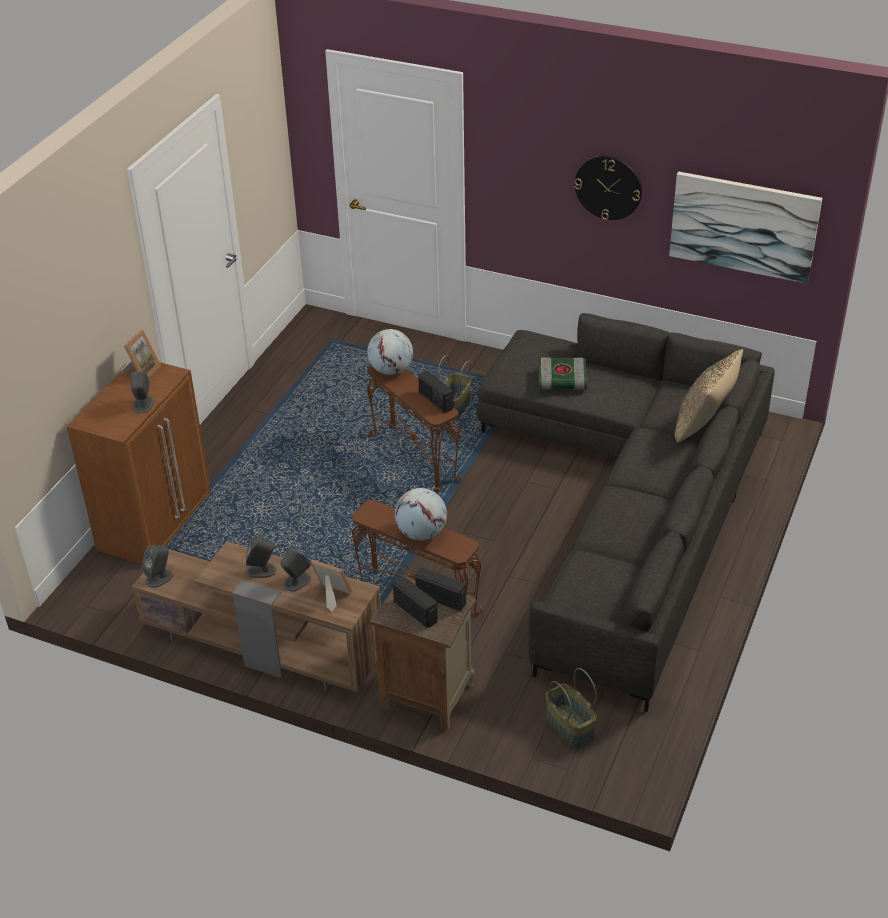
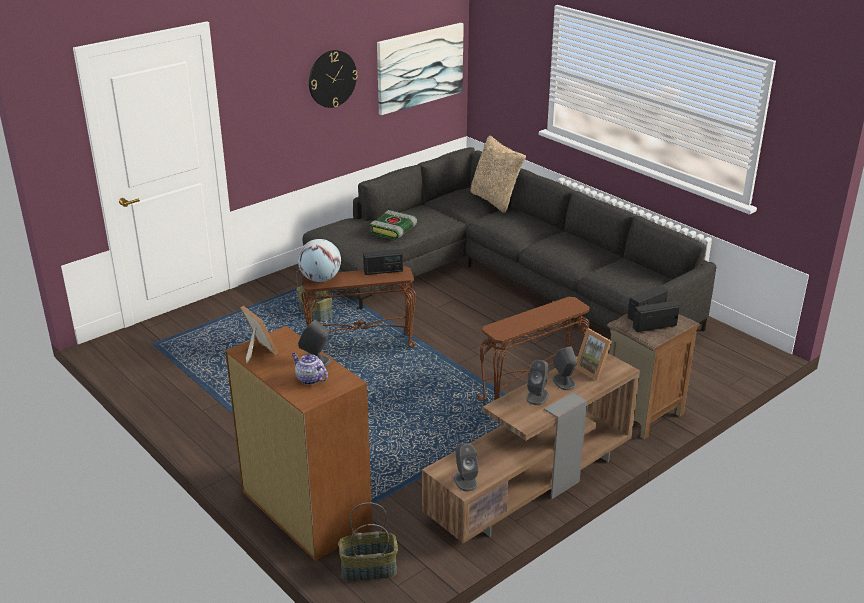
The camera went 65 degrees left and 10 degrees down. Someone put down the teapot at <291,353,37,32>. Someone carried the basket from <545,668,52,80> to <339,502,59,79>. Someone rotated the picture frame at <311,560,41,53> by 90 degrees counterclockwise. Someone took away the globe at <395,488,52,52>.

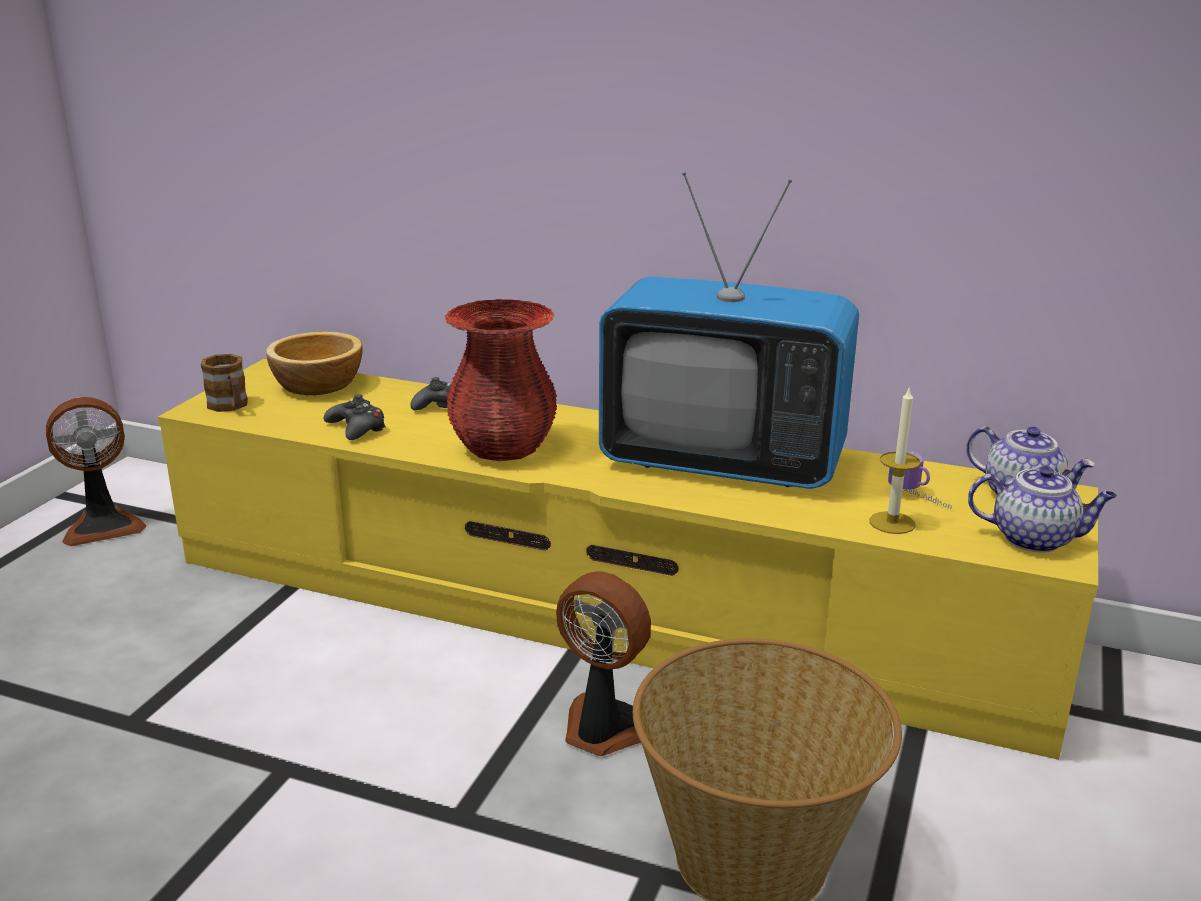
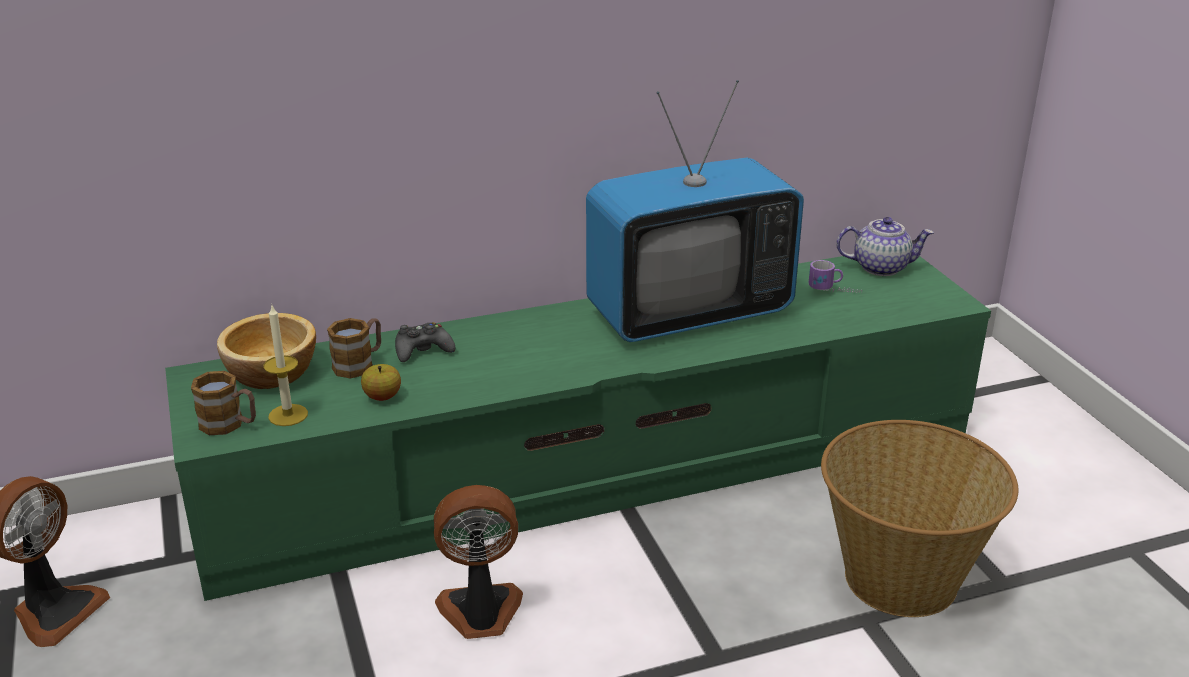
The camera went 40 degrees left and 5 degrees up. Someone repainted the tv stand (yellow) at <158,359,940,401>, which became the tv stand (green) at <165,256,826,345>. Someone carried the candle from <869,386,51,148> to <263,306,45,120>. Someone put down the mug at <327,318,54,61>. Someone swapped the game controller (black) at <324,394,62,46> for the apple at <361,364,40,37>. Someone carried the fan from <556,571,95,185> to <434,485,89,154>. Someone took away the vase (red) at <444,299,113,162>. Someone took away the teapot at <968,466,149,87>.

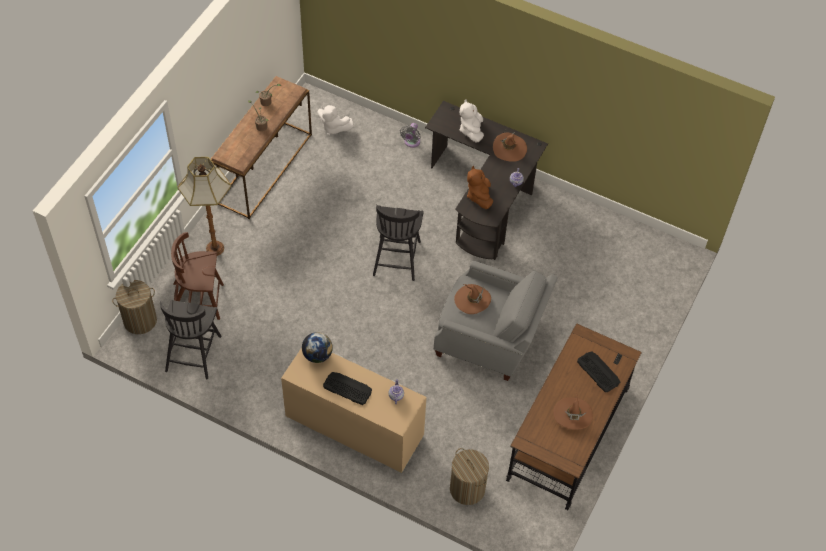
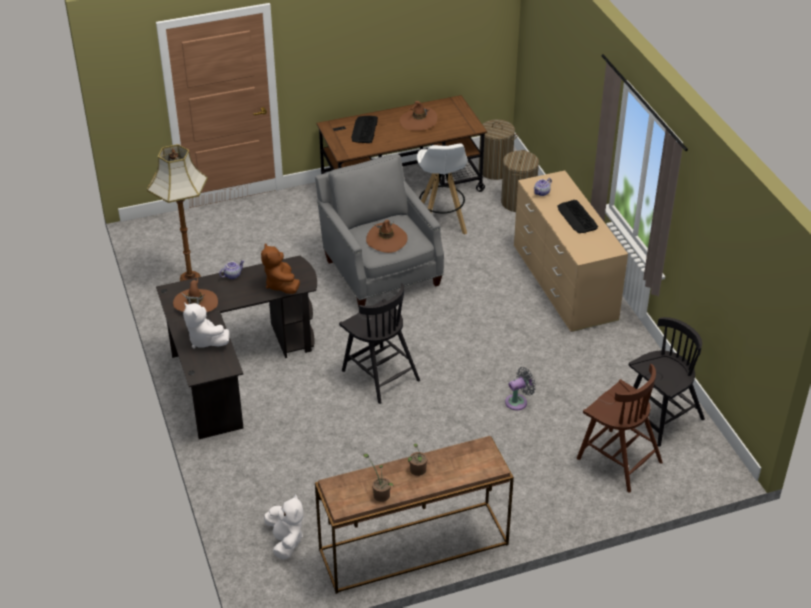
The camera went 135 degrees left and 15 degrees down. Someone carried the floor lamp from <178,157,53,99> to <147,144,61,137>. Someone rotated the plush toy (white) at <460,99,24,44> by 90 degrees clockwise. Someone rotated the plush toy (brown) at <467,166,26,43> by 120 degrees clockwise. Someone rotated the chair (black) at <373,205,51,76> by 90 degrees clockwise. Someone put down the stool (white) at <417,144,51,91>. Someone carried the laundry basket from <112,280,45,54> to <479,120,39,60>. Someone carried the fan (grey) from <400,123,21,25> to <505,367,31,43>. Someone took away the globe at <302,332,31,31>.

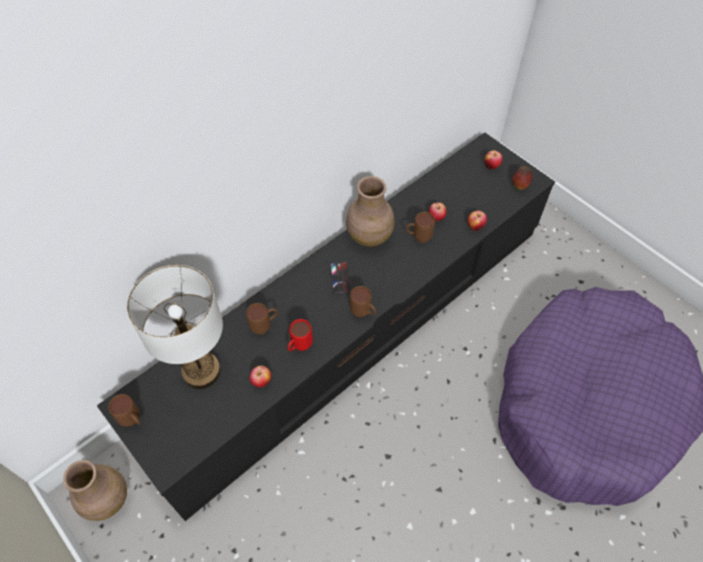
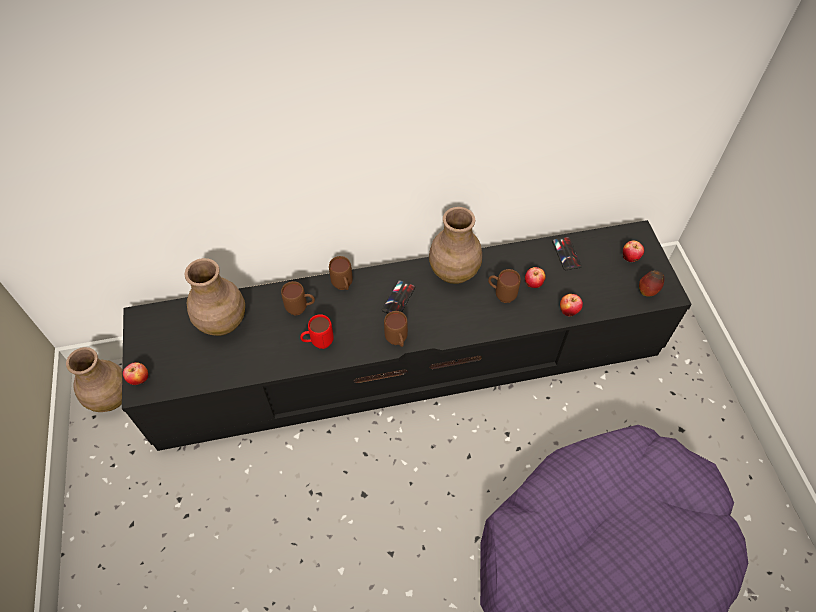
The camera went 30 degrees right and 0 degrees up. Someone carried the apple from <249,366,23,21> to <123,362,25,23>. Someone swapped the table lamp at <127,265,96,124> for the vase (brown) at <185,258,60,78>. Someone carried the mug (brown) from <108,394,33,33> to <329,256,24,34>. Someone put down the phone at <552,237,30,33>.

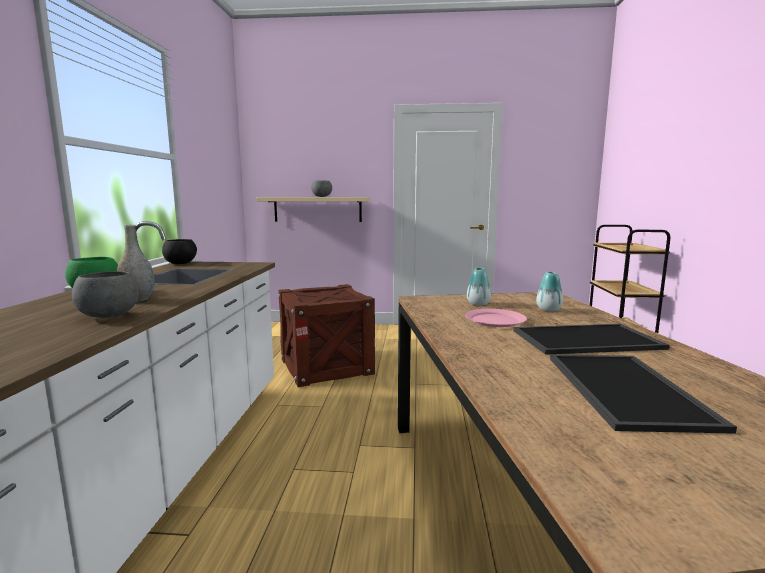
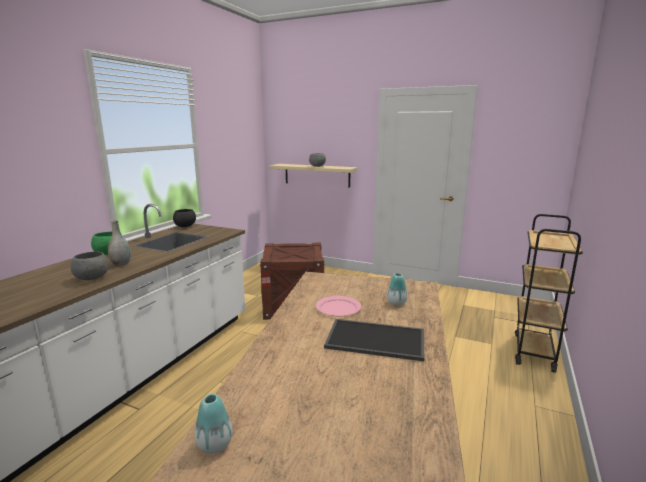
The camera went 20 degrees right and 5 degrees up. Someone carried the vase from <467,268,24,38> to <195,393,38,61>. Someone took away the tray at <550,355,187,79>.

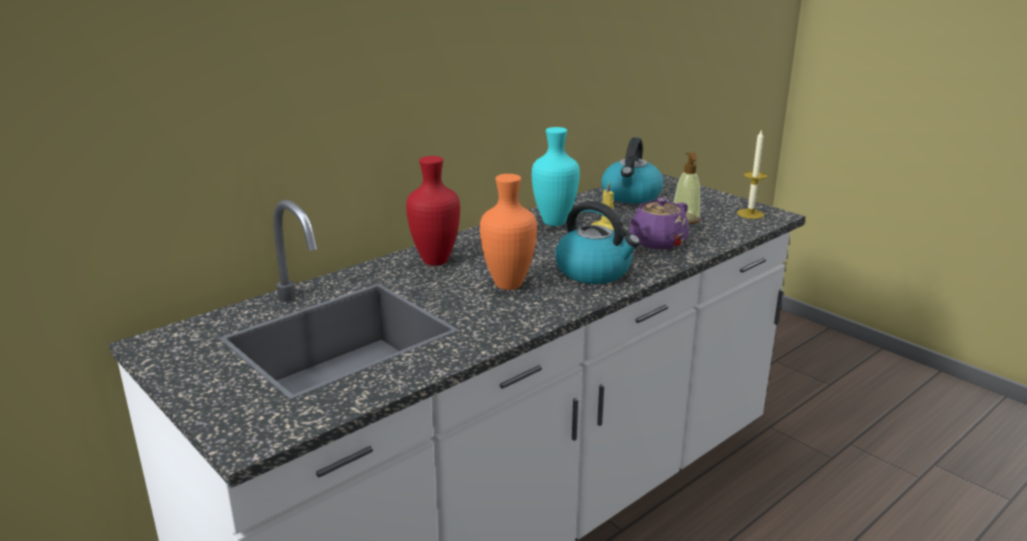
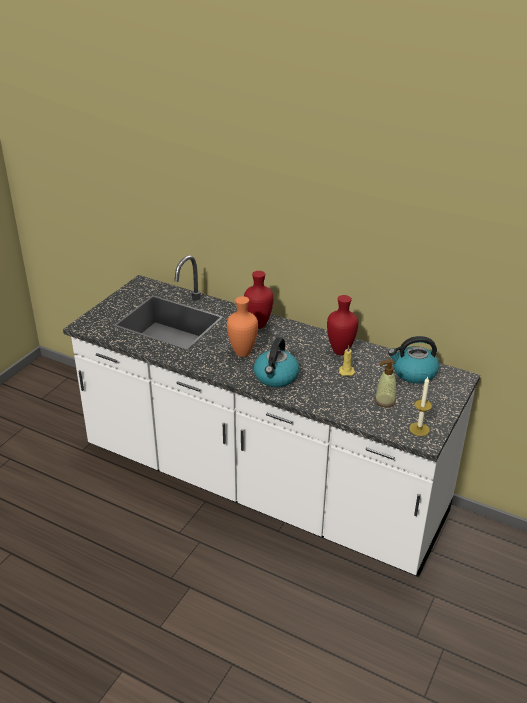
The camera went 70 degrees right and 10 degrees up. Someone repainted the vase (turquoise) at <532,127,48,99>, which became the vase (red) at <327,295,31,60>. Someone took away the teapot (purple) at <629,198,60,51>.

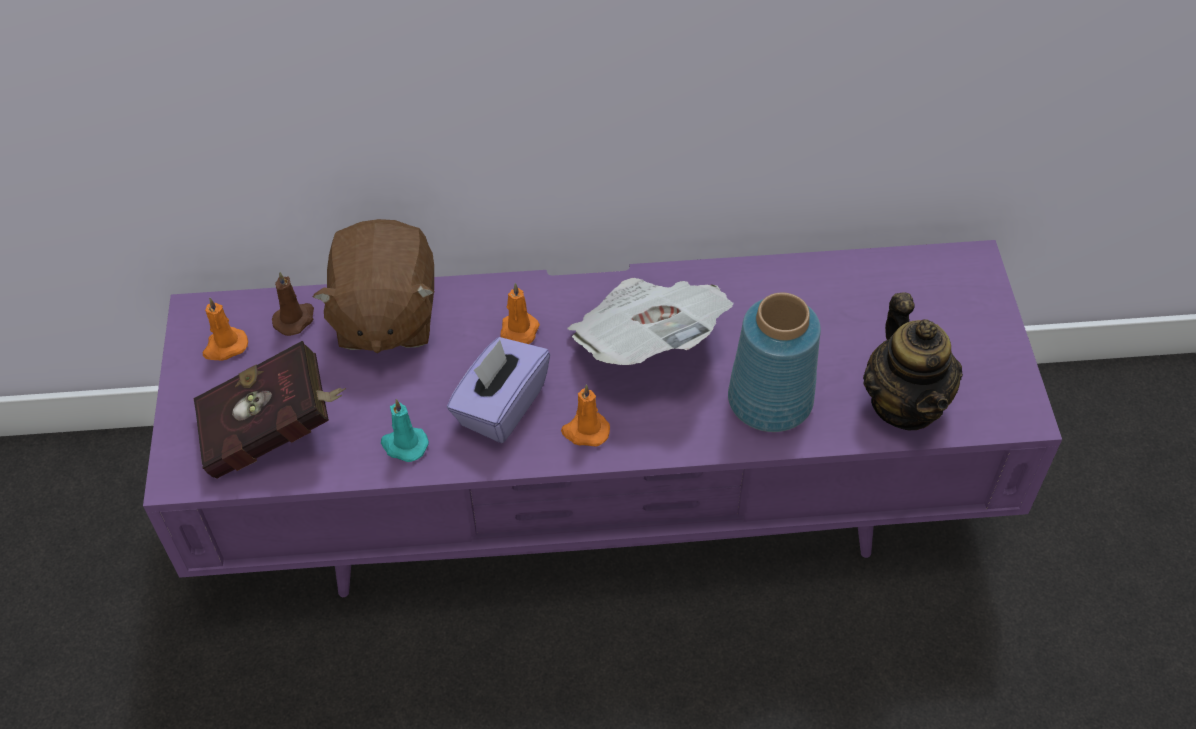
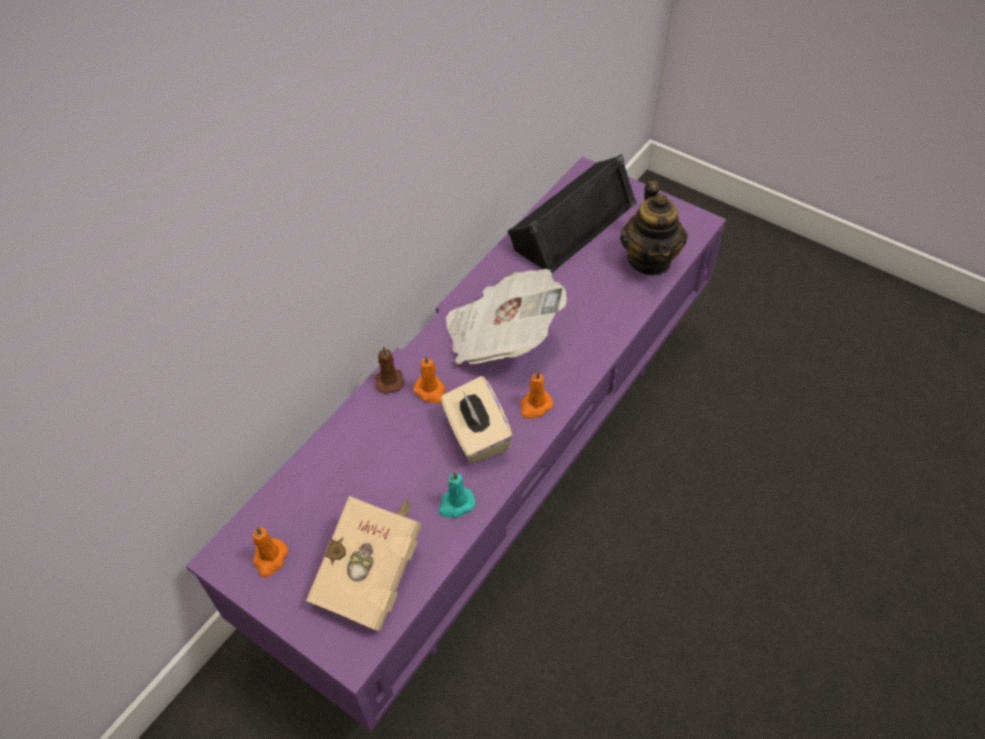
The camera went 50 degrees left and 0 degrees up. Someone repainted the book (red) at <194,341,152,138>, which became the book (beige) at <306,496,116,135>. Someone carried the candle (brown) from <272,272,42,64> to <375,345,30,49>. Someone repainted the tissue box (purple) at <447,337,103,106>, which became the tissue box (beige) at <441,376,72,88>. Someone put down the speaker (black) at <508,154,129,119>. Someone rotated the teapot at <863,292,100,139> by 60 degrees clockwise. Someone took away the plush toy (brown) at <313,219,121,134>. Someone took away the vase (blue) at <728,292,93,140>.

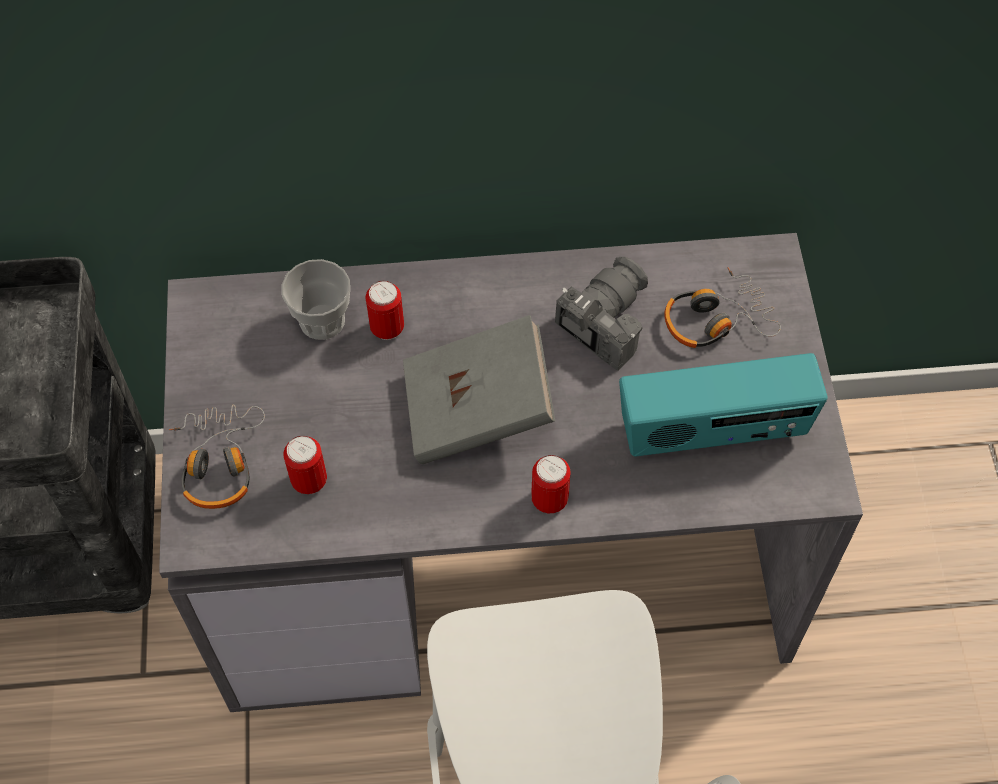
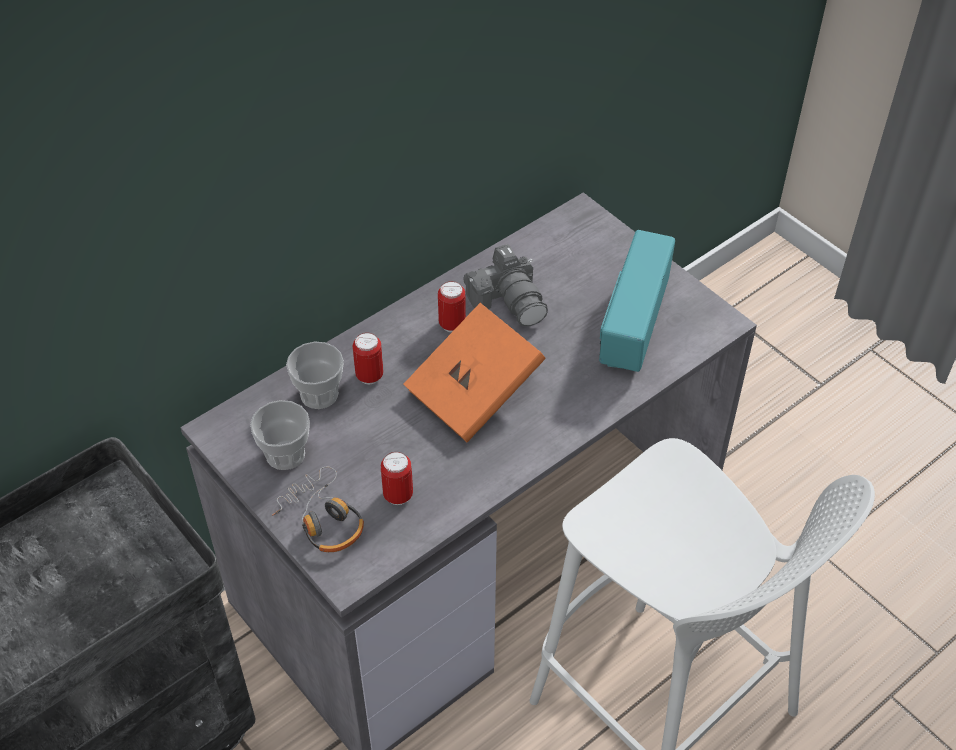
The camera went 35 degrees left and 10 degrees down. Someone put down the cup at <250,400,60,70>. Someone repainted the book (grey) at <403,315,152,149>, which became the book (orange) at <403,303,142,139>. Someone carried the can from <531,455,39,58> to <438,281,28,51>. Someone rotated the photo camera at <555,257,93,114> by 150 degrees clockwise. Someone rotated the radio at <619,353,208,103> by 150 degrees clockwise. Someone took away the headphones at <664,267,117,81>.

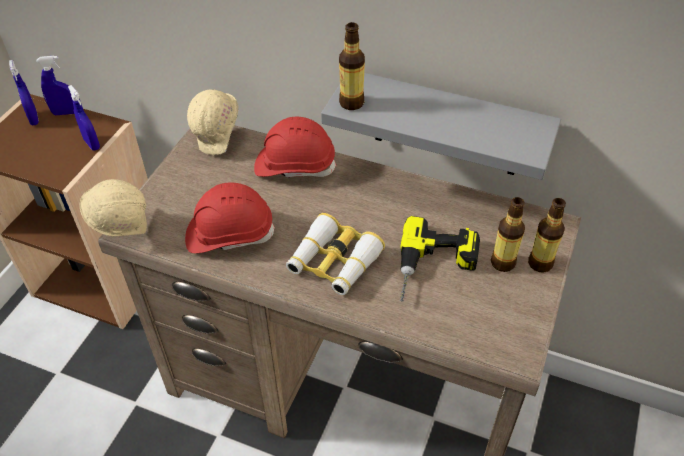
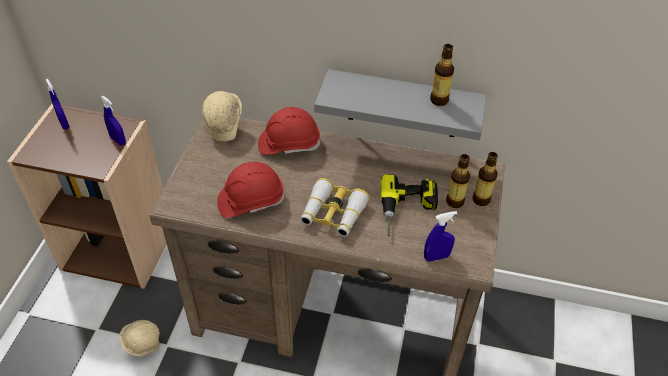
The camera went 10 degrees left and 0 degrees up. Someone carried the hard hat (beige) from <80,179,67,57> to <120,320,40,36>. Someone carried the spray bottle (blue) from <36,56,38,59> to <424,211,33,51>. Someone carried the bottle from <339,22,26,88> to <430,44,24,62>.

